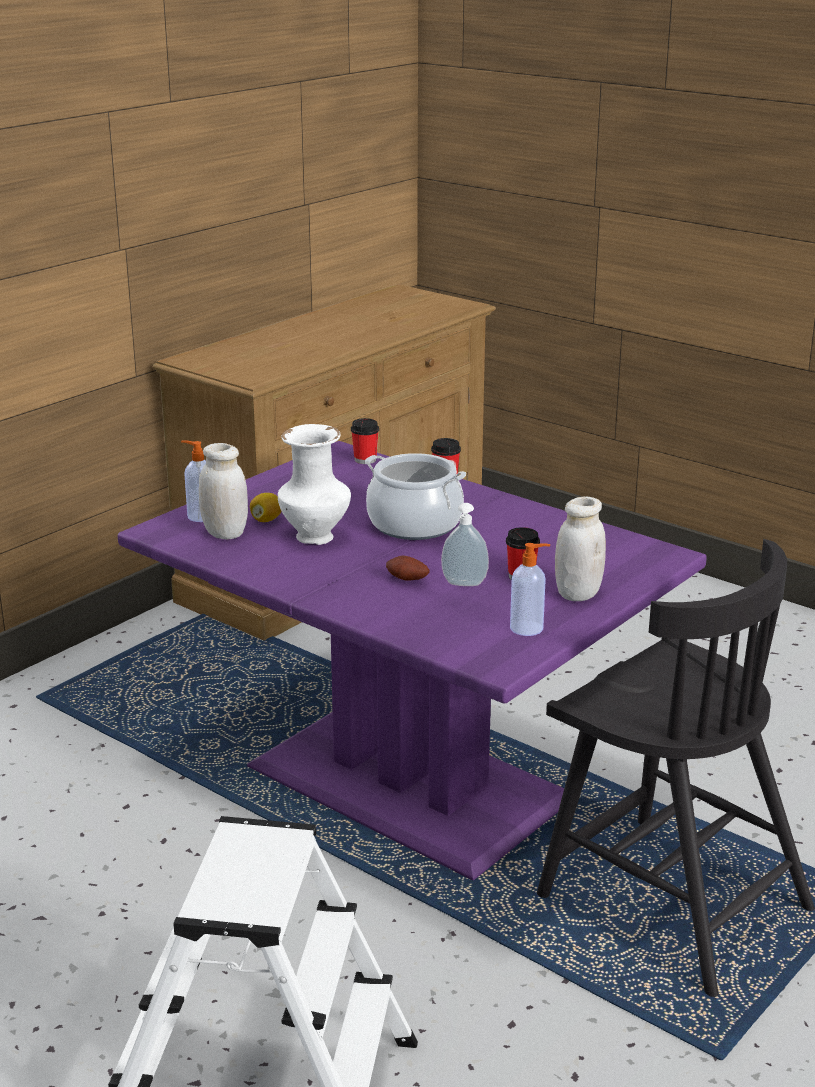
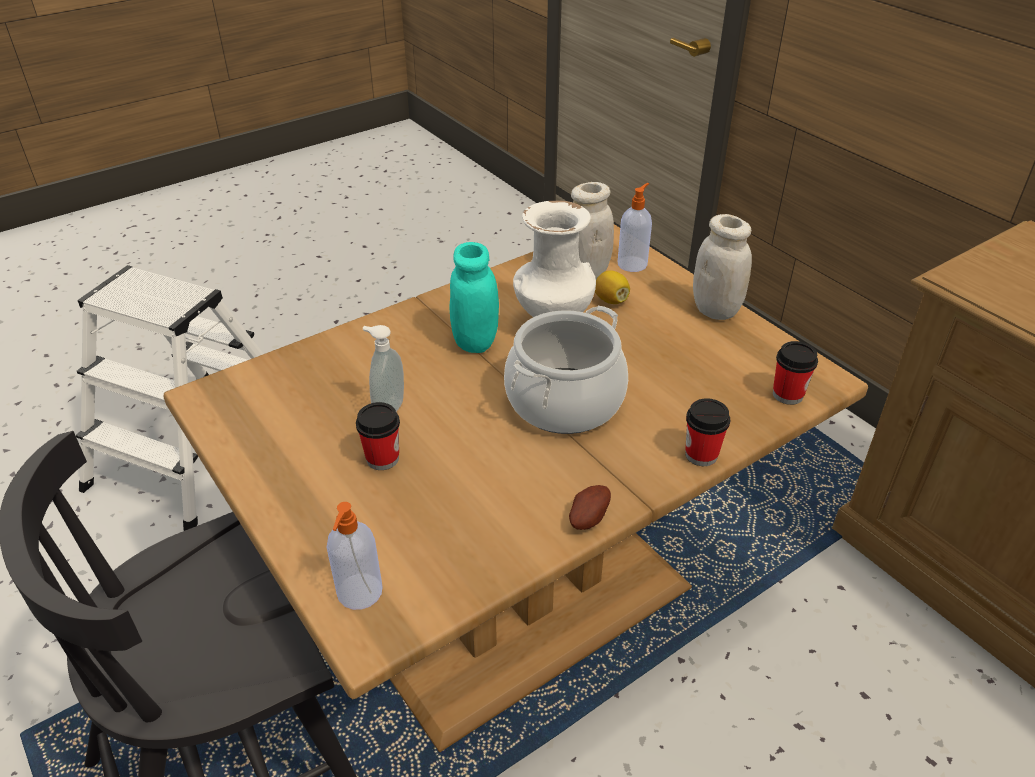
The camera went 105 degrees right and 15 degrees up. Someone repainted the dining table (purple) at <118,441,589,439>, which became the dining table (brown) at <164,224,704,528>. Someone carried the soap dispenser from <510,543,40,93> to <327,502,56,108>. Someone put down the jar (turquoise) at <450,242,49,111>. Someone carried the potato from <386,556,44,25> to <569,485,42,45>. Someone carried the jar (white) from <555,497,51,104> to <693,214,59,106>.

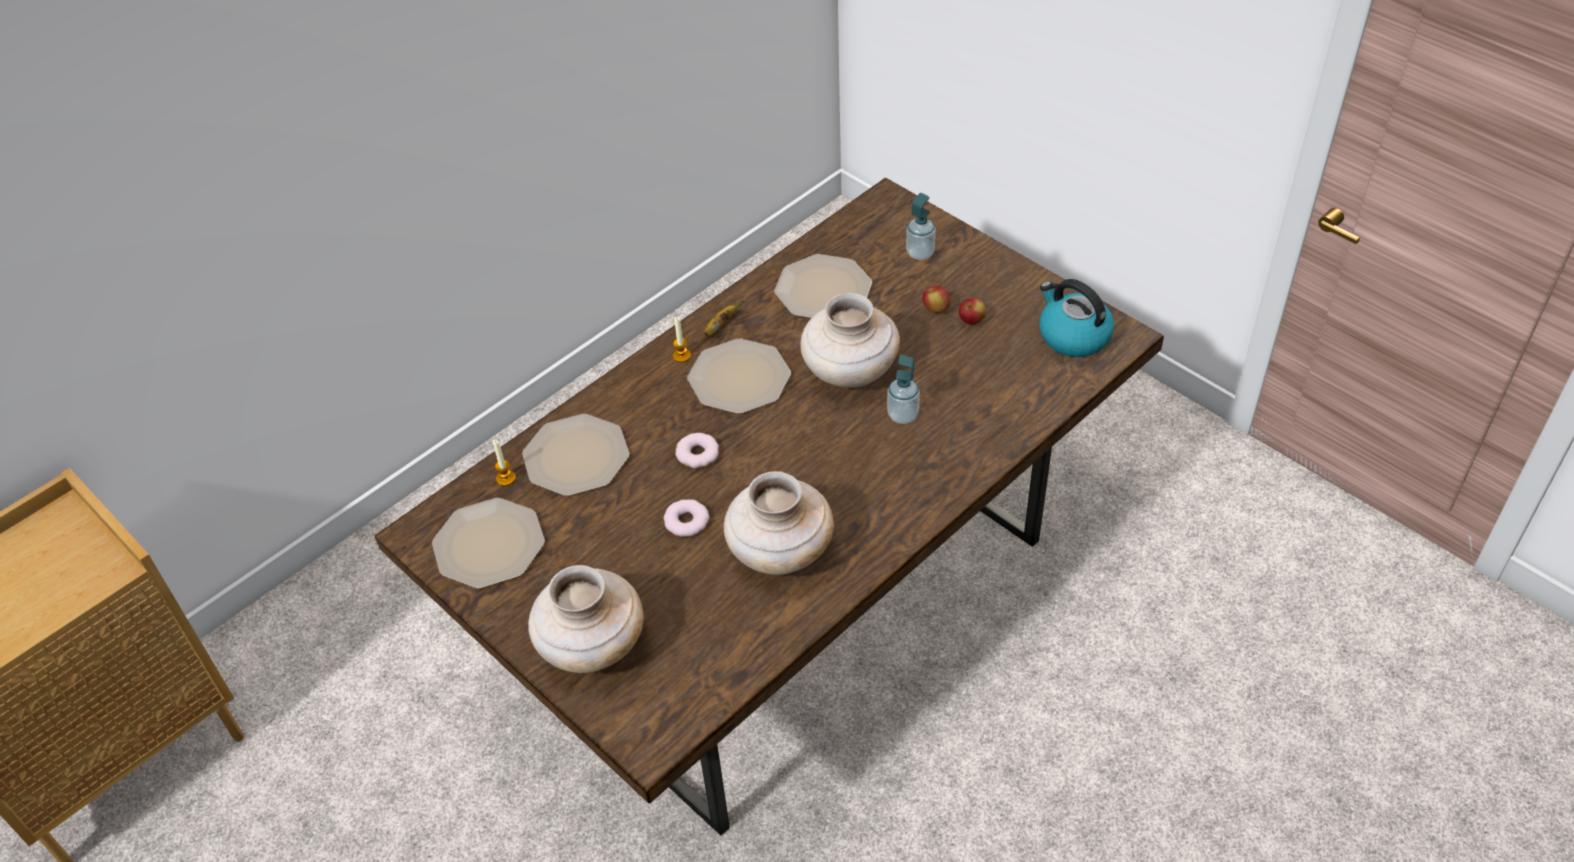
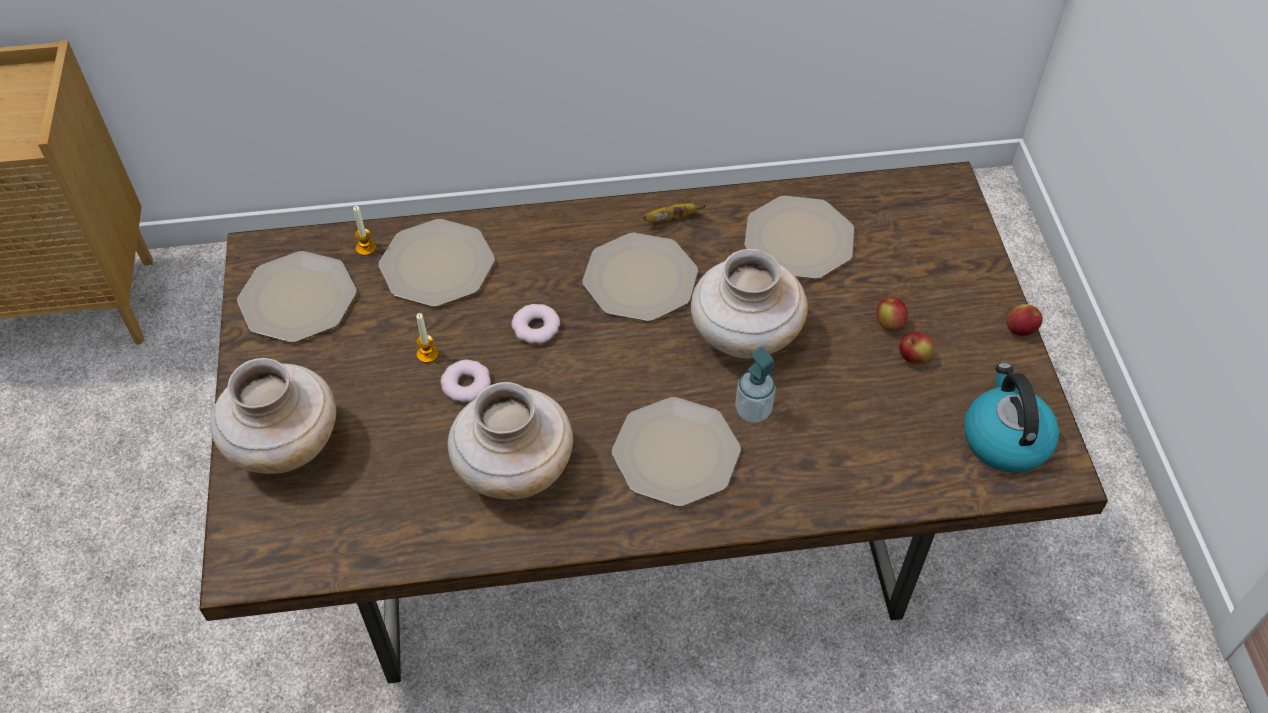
The camera went 35 degrees right and 5 degrees up. Someone carried the candle from <673,317,18,45> to <416,313,23,50>. Someone put down the plate at <612,397,129,109>. Someone put down the apple at <1007,304,35,32>. Someone took away the soap dispenser at <906,193,30,67>.

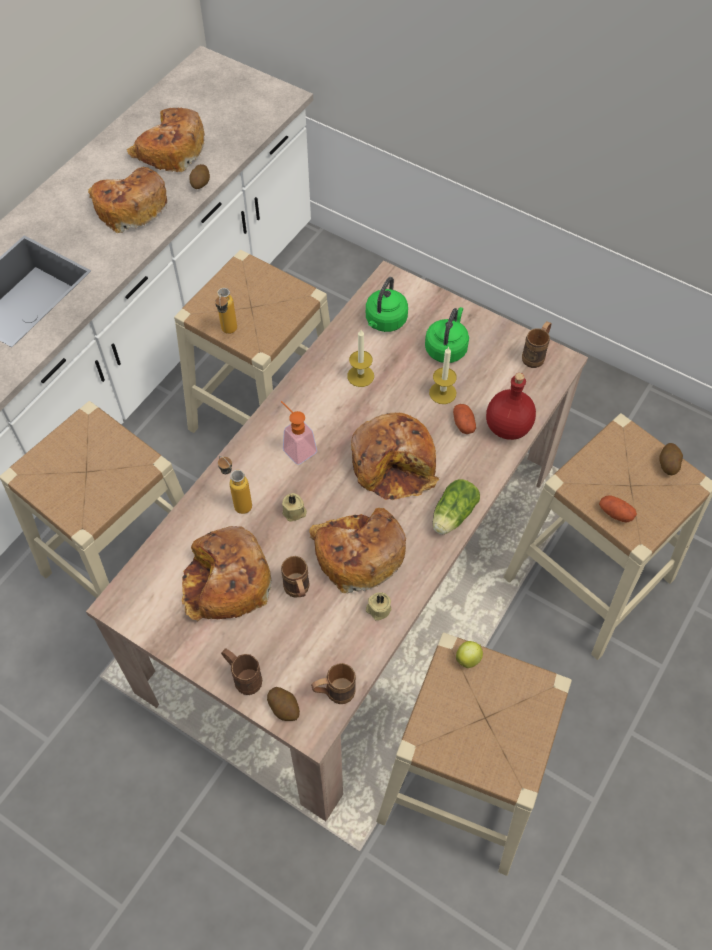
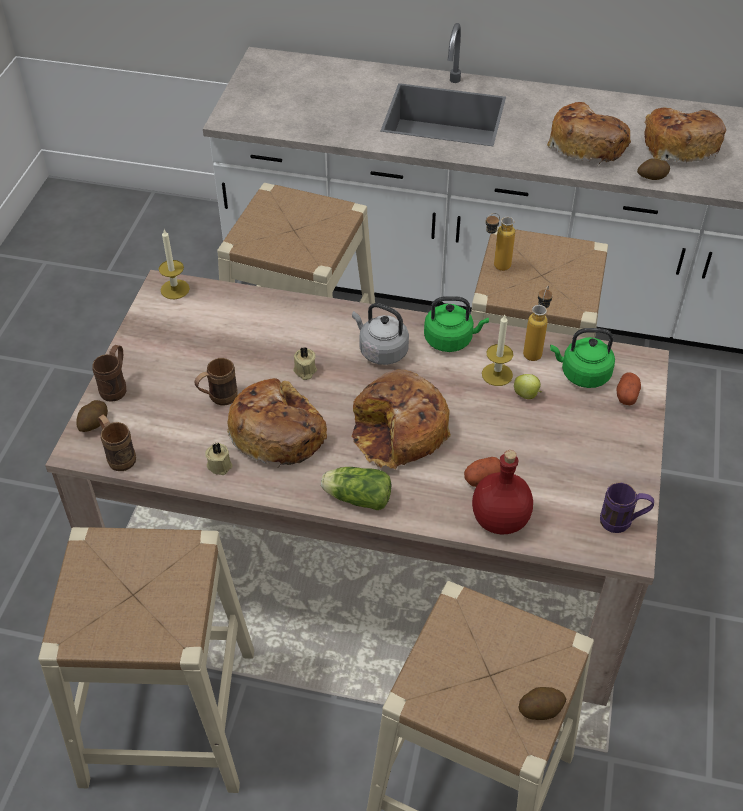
The camera went 70 degrees right and 10 degrees down. Someone carried the candle from <429,346,28,58> to <159,230,31,69>. Someone swapped the soap dispenser at <281,401,36,64> for the kettle (grey) at <352,303,57,62>. Someone carried the kettle (green) from <425,307,44,56> to <424,296,65,56>. Someone carried the apple from <456,641,27,27> to <514,374,28,25>. Someone carried the bottle from <218,456,34,58> to <523,286,30,75>. Someone repainted the mug (brown) at <522,321,29,47>, which became the mug (purple) at <600,483,54,50>. Someone carried the potato from <599,495,38,27> to <616,372,25,33>. Someone took away the bread at <182,526,90,96>.

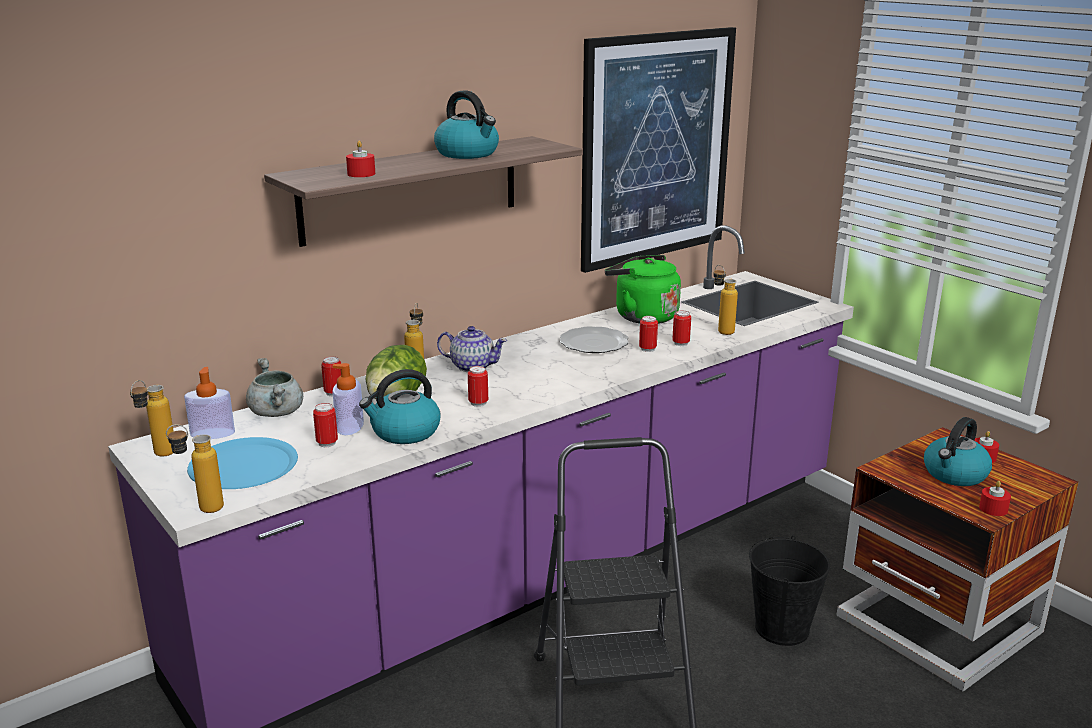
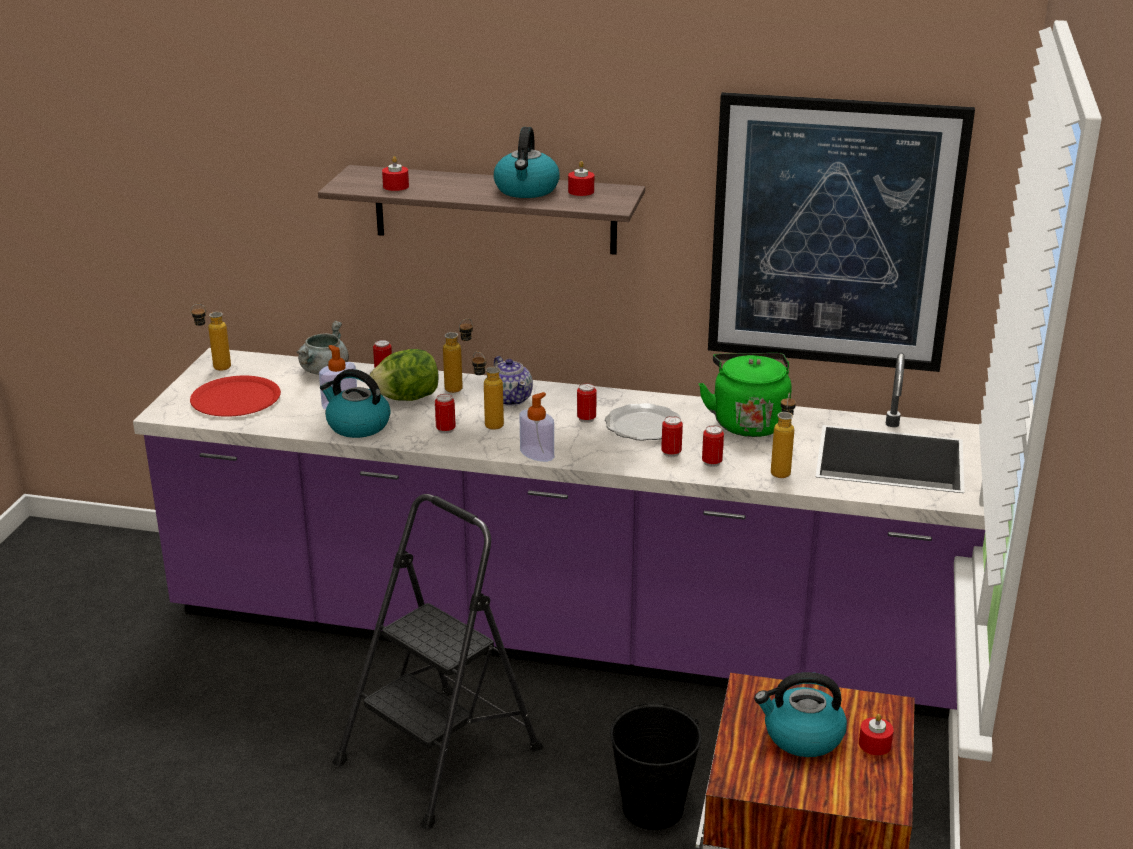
The camera went 50 degrees right and 5 degrees up. Someone repainted the plate (blue) at <187,437,111,52>, which became the plate (red) at <190,376,91,41>. Someone carried the bottle from <166,424,58,89> to <472,352,32,78>. Someone carried the soap dispenser from <184,367,51,72> to <519,392,35,70>. Someone carried the candle (red) from <979,481,32,35> to <568,161,26,35>. Someone carried the can from <313,403,25,44> to <577,383,20,40>.

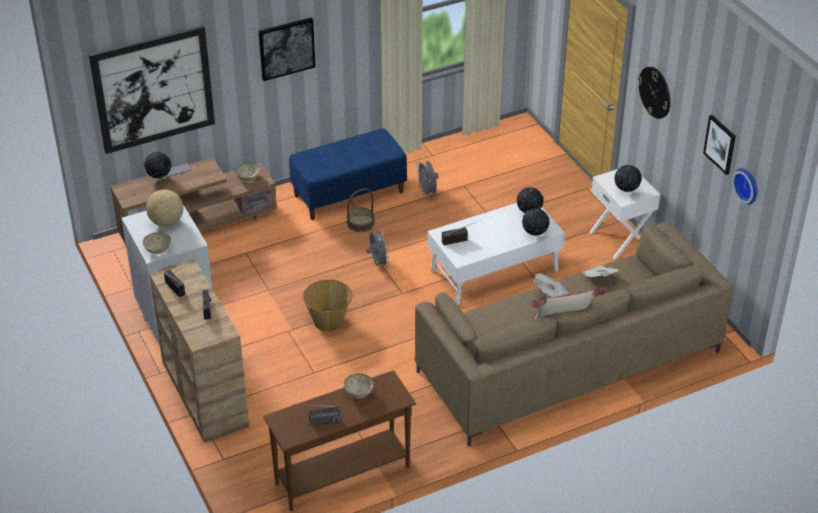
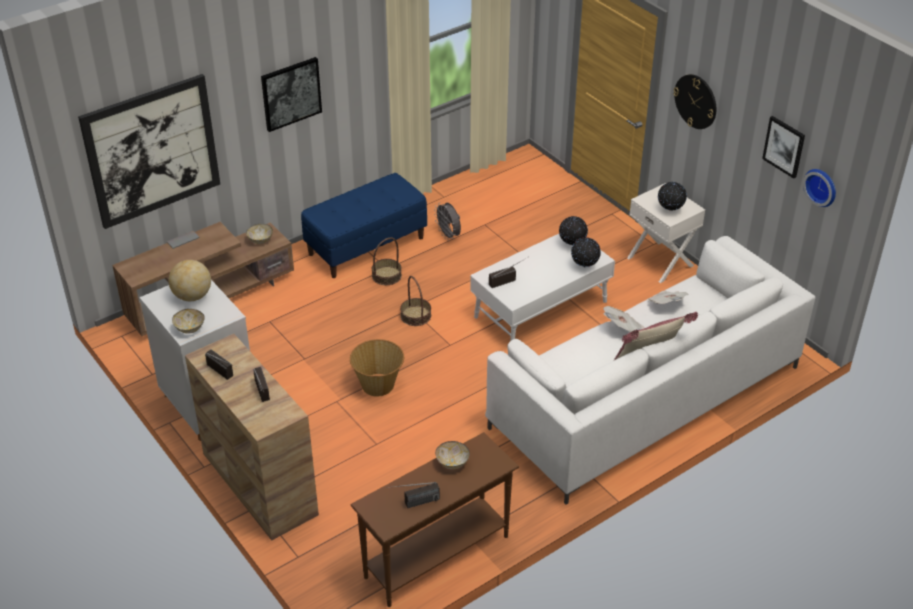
The camera went 10 degrees left and 0 degrees up. Someone swapped the fan (grey) at <366,229,23,38> for the basket at <400,276,31,50>. Someone repainted the sofa (brown) at <414,221,319,226>, which became the sofa (white) at <485,236,330,269>. Someone took away the globe at <144,152,27,27>.

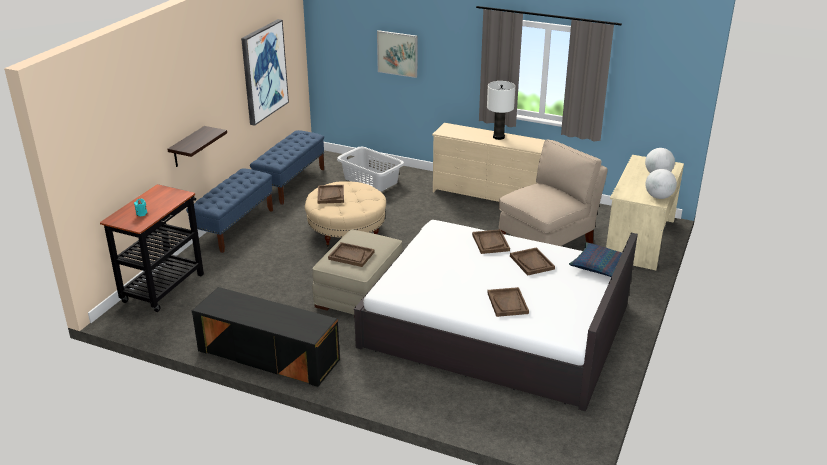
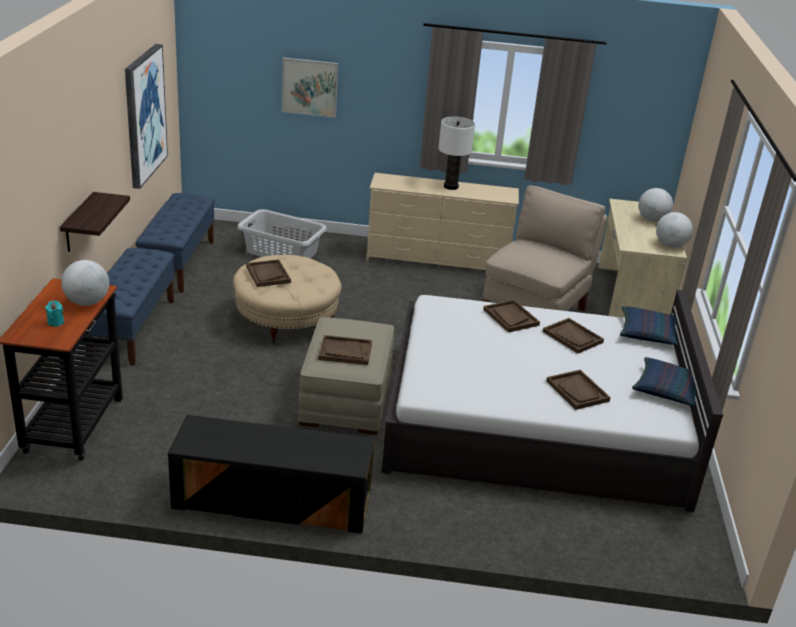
The camera went 20 degrees left and 0 degrees up. Someone put down the globe at <61,260,48,46>. Someone put down the pillow (blue) at <632,357,64,49>.

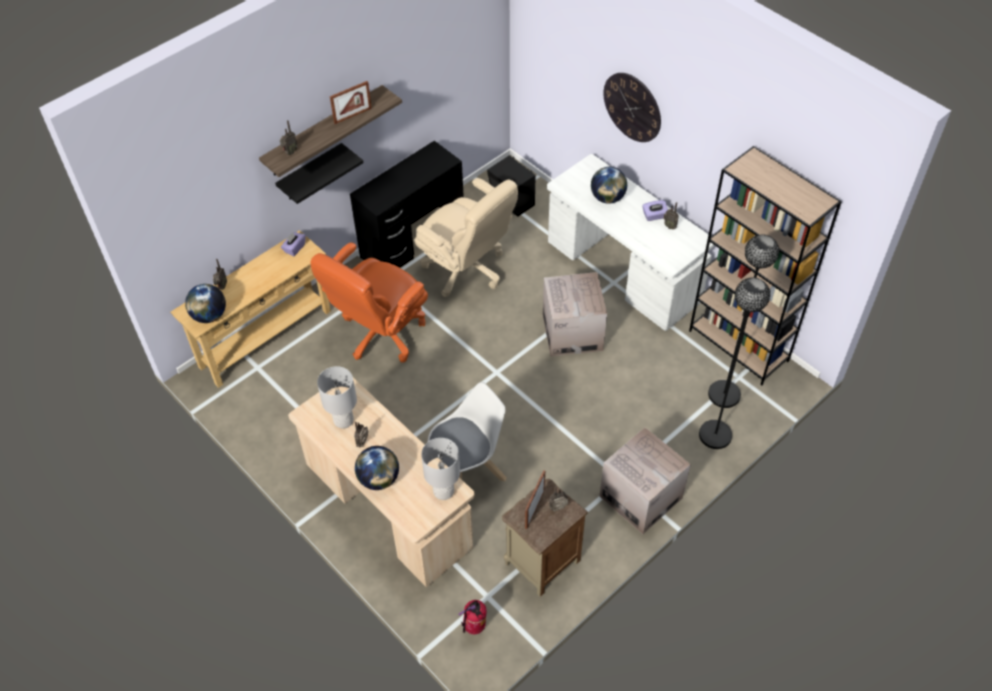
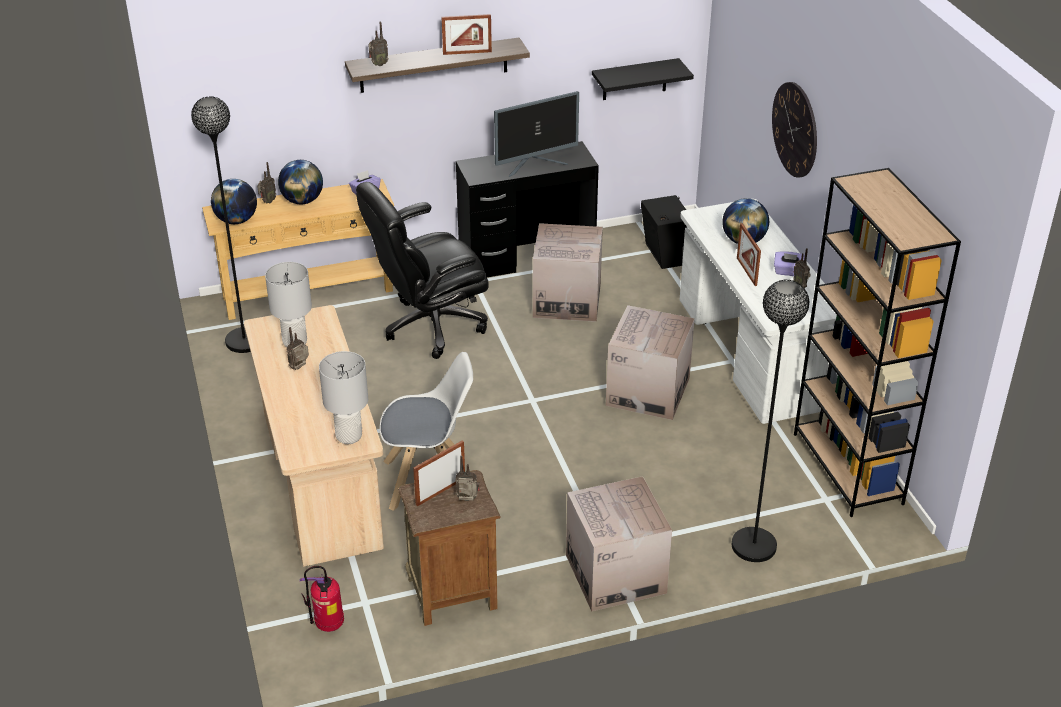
The camera went 25 degrees right and 15 degrees down. Someone carried the floor lamp (black) from <708,234,71,174> to <191,96,60,257>. Someone carried the globe from <355,446,44,44> to <278,160,45,44>. Someone repainted the office chair (orange) at <311,242,117,121>, which became the office chair (black) at <356,182,133,177>. Someone put down the monitor at <494,91,85,86>. Someone swapped the office chair (beige) at <414,178,104,119> for the cardboard box at <533,223,70,99>. Someone carried the shelf (black) from <275,143,88,61> to <592,58,102,42>. Someone put down the picture frame at <737,223,24,63>.

